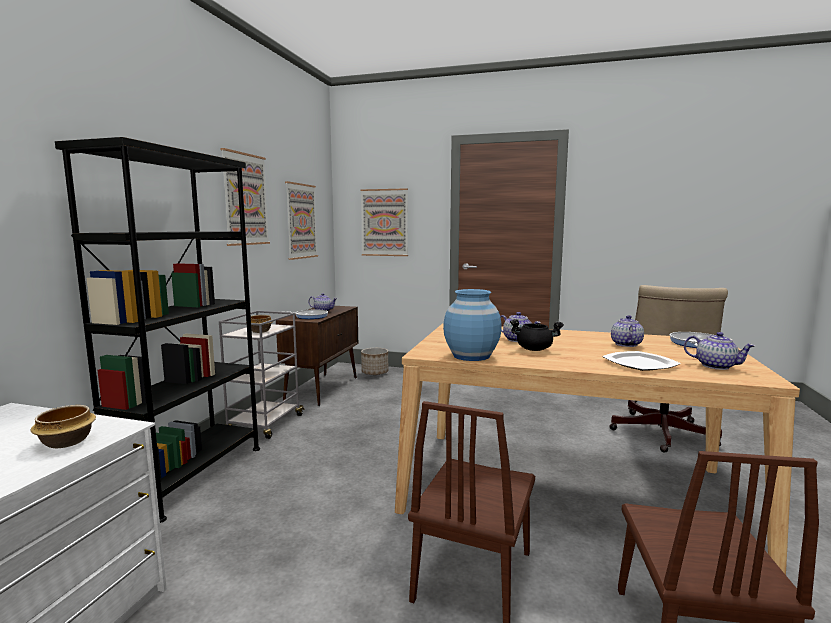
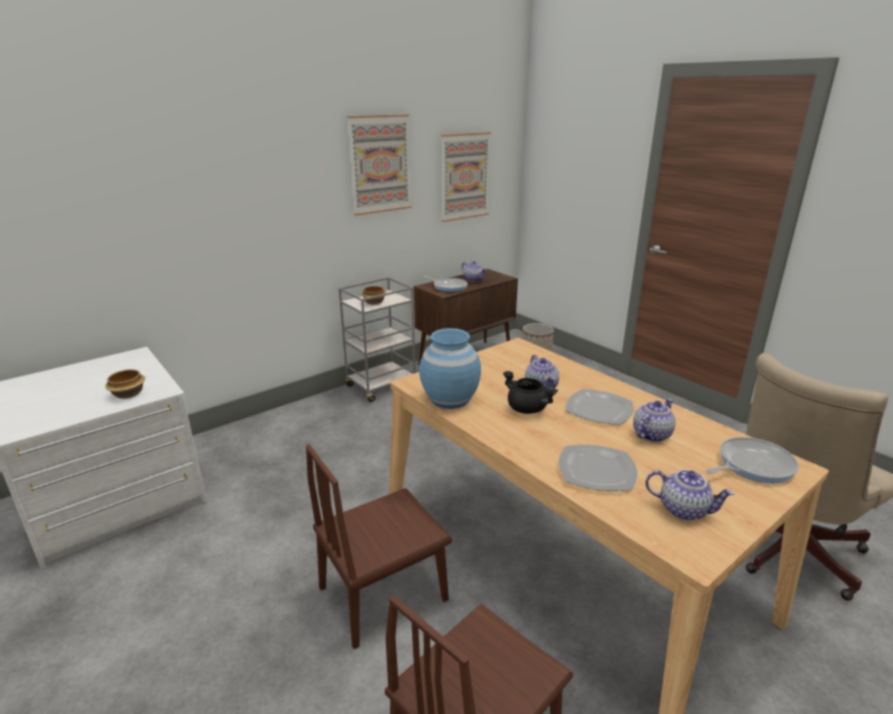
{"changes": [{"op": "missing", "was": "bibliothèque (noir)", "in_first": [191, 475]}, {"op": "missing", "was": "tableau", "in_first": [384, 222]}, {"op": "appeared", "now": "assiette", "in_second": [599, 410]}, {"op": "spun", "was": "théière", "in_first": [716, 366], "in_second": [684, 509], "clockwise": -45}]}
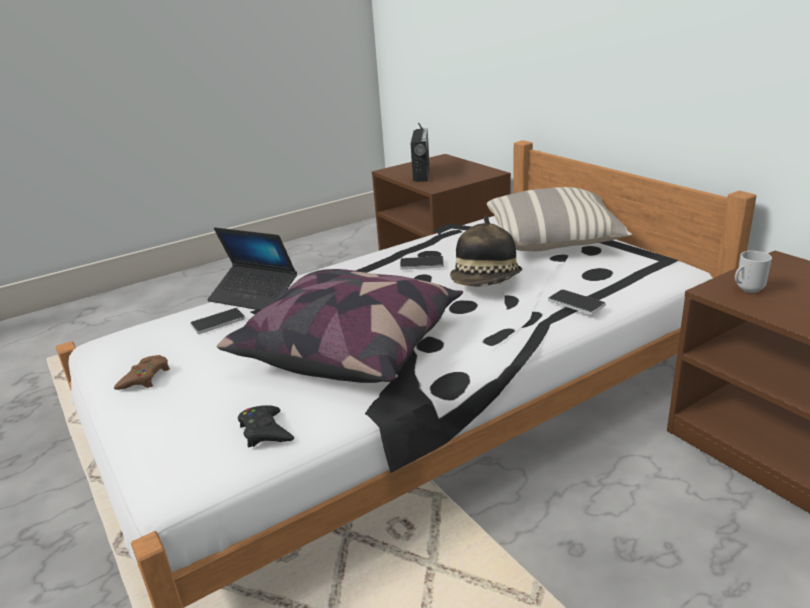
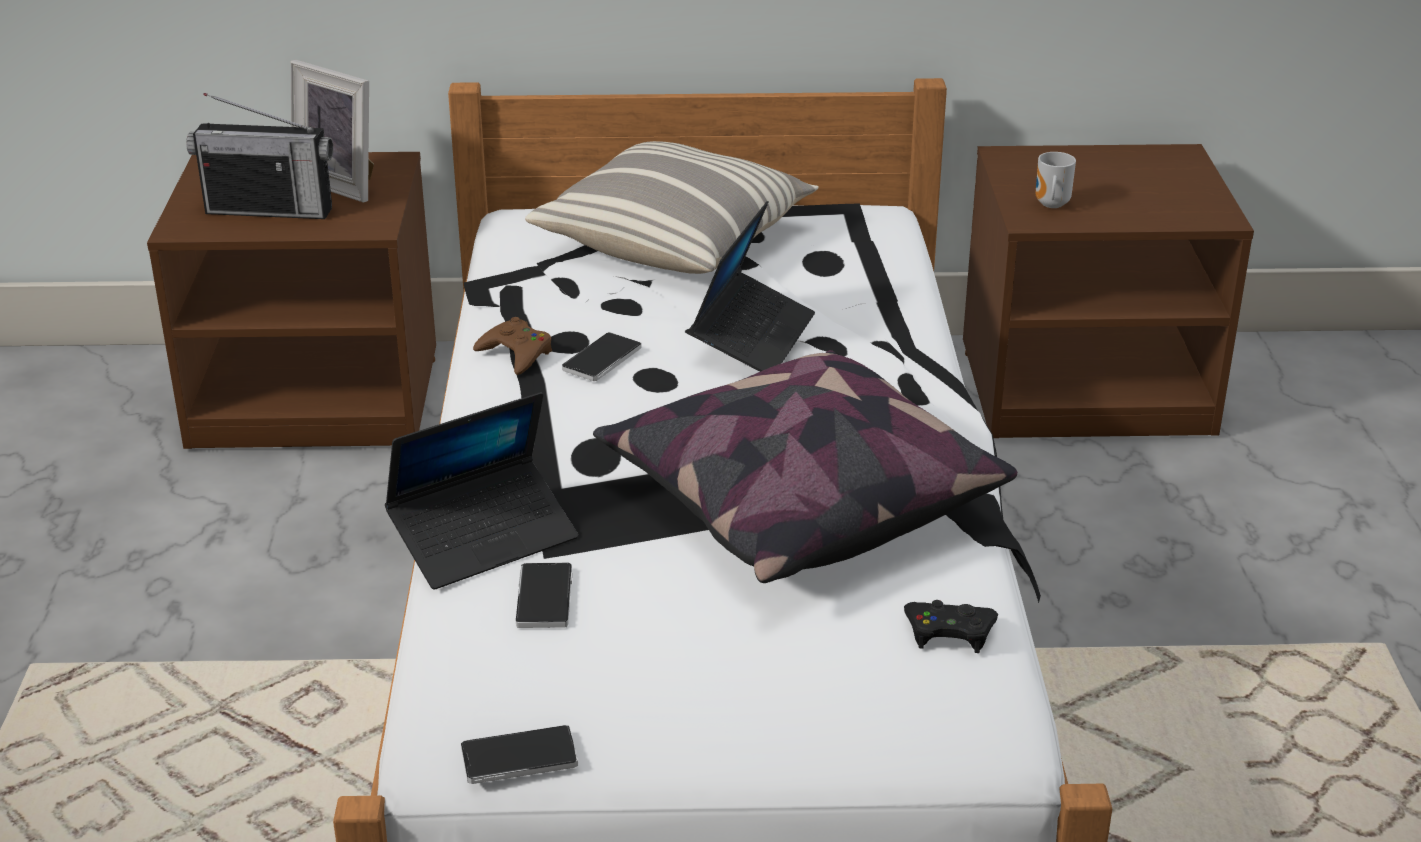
{"changes": [{"op": "appeared", "now": "cadre photo", "in_second": [342, 184]}, {"op": "relocated", "was": "manette (marron)", "in_first": [145, 378], "in_second": [516, 354]}, {"op": "relocated", "was": "téléphone", "in_first": [576, 303], "in_second": [519, 757]}, {"op": "exchanged", "was": "chapeau", "now": "ordinateur portable", "in_first": [486, 282], "in_second": [753, 337]}, {"op": "spun", "was": "radio", "in_first": [421, 174], "in_second": [269, 210], "clockwise": 150}]}
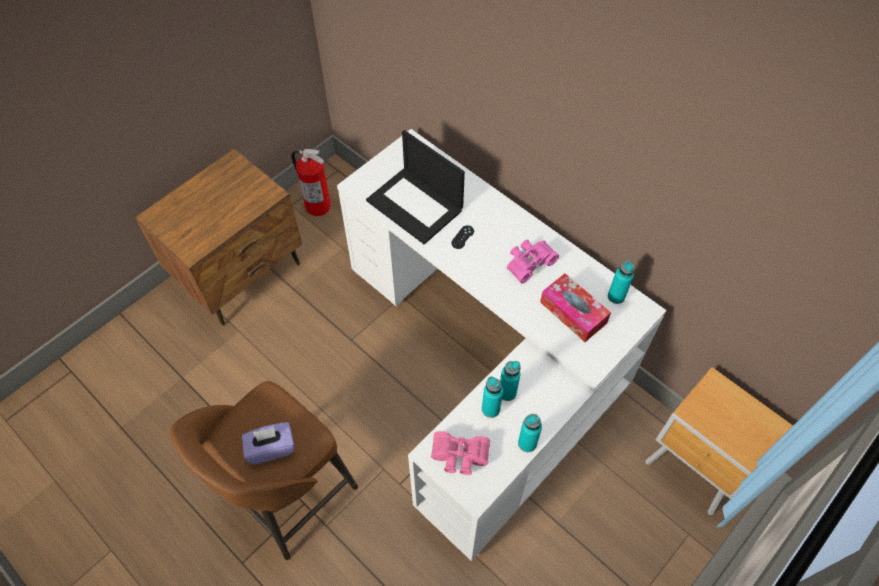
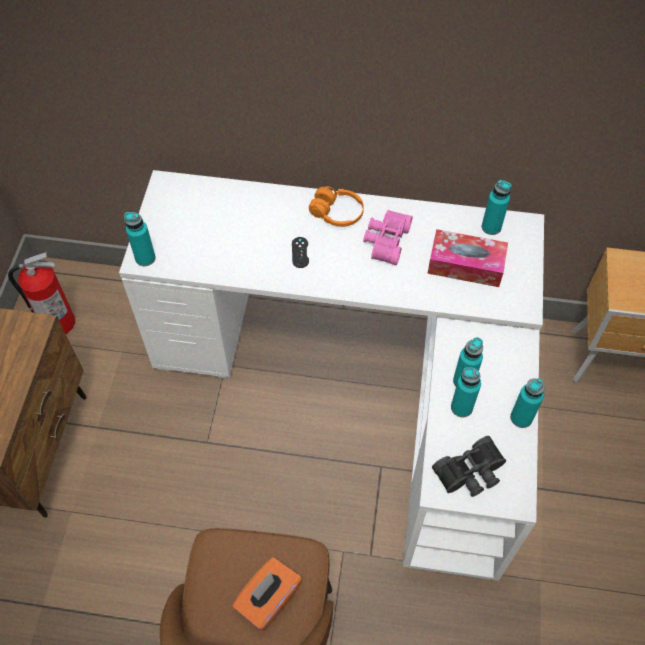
{"changes": [{"op": "missing", "was": "ordinateur portable", "in_first": [416, 205]}, {"op": "appeared", "now": "bouteille (turquoise)", "in_second": [145, 258]}, {"op": "appeared", "now": "casque audio (orange)", "in_second": [337, 213]}, {"op": "colour", "was": "boîte à mouchoirs (violet)", "now": "boîte à mouchoirs (orange)", "in_first": [271, 448], "in_second": [268, 599]}, {"op": "colour", "was": "jumelles (rose)", "now": "jumelles (noir)", "in_first": [459, 457], "in_second": [471, 474]}]}
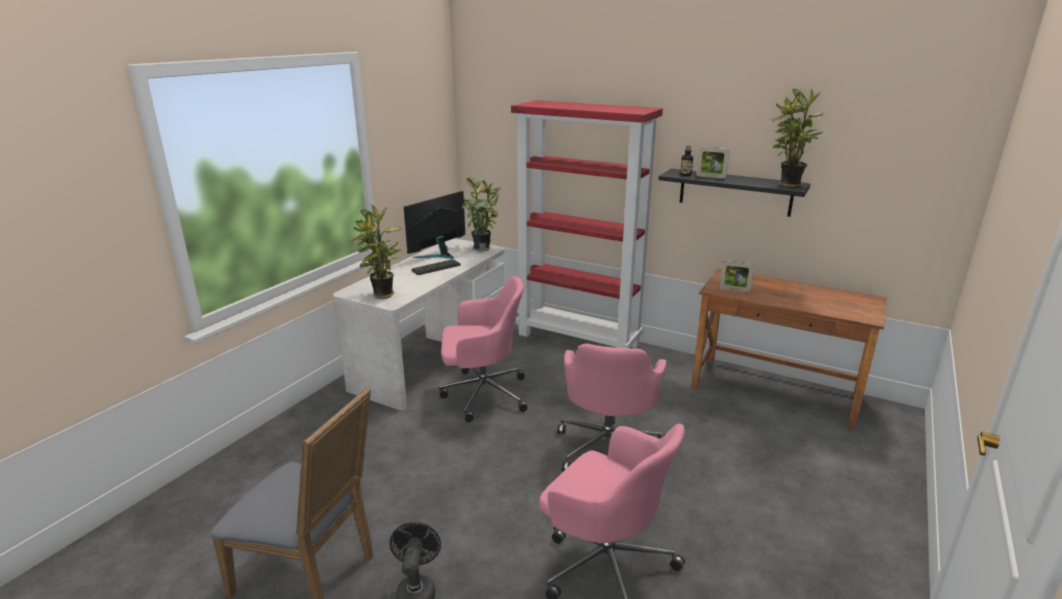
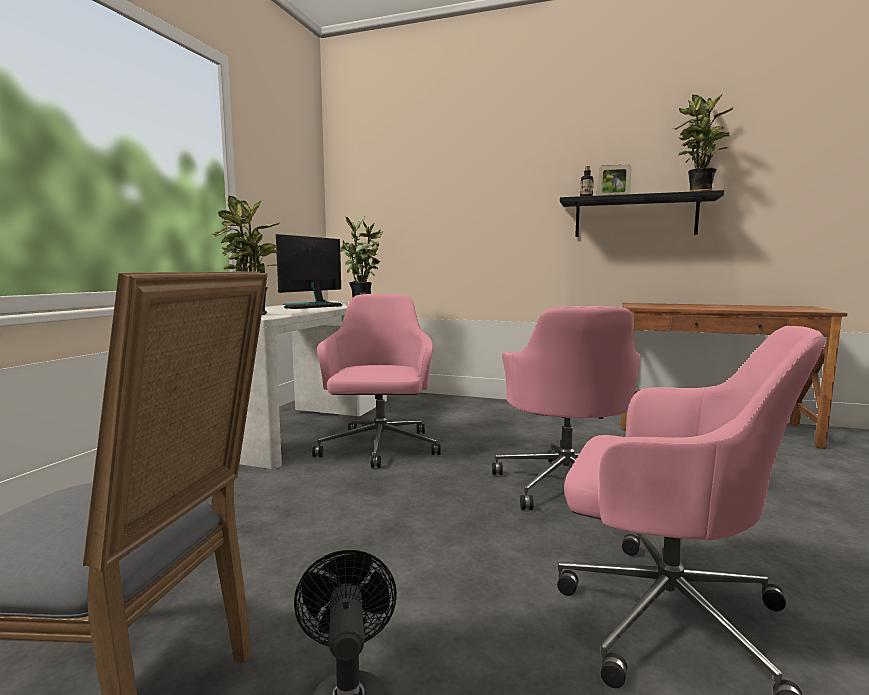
{"changes": [{"op": "missing", "was": "bibliothèque (rouge)", "in_first": [579, 339]}, {"op": "missing", "was": "cadre photo", "in_first": [734, 290]}, {"op": "spun", "was": "chaise de bureau (rose)", "in_first": [482, 394], "in_second": [379, 448], "clockwise": -75}]}
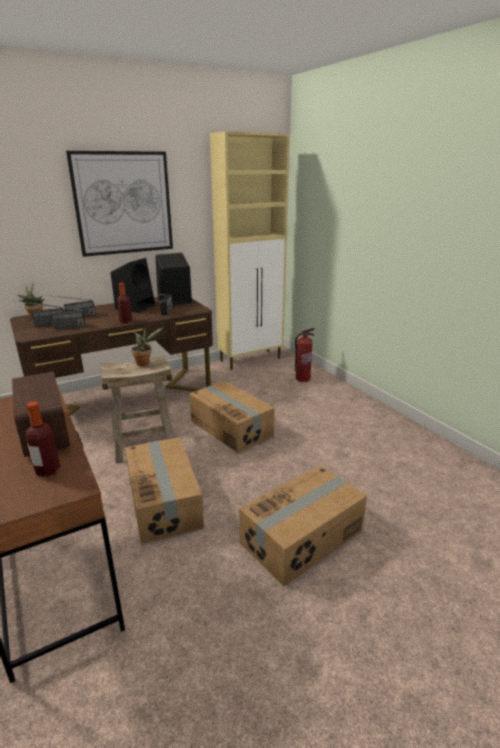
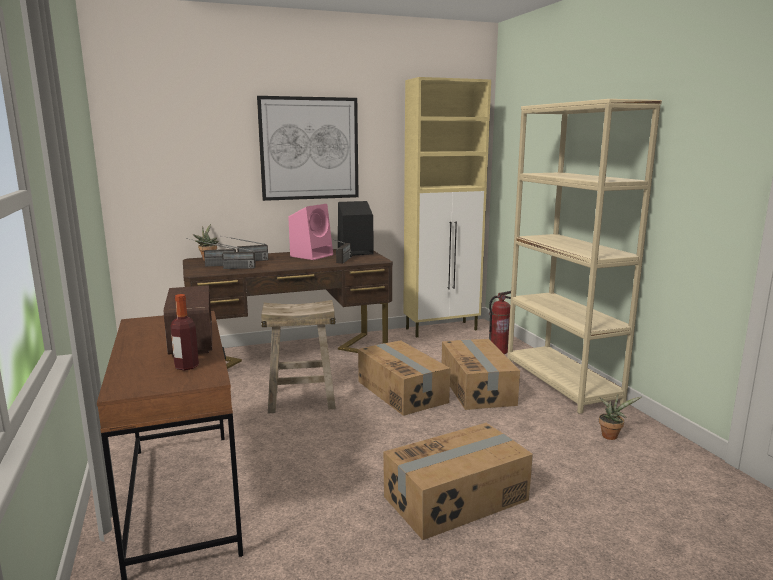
{"changes": [{"op": "missing", "was": "bouteille", "in_first": [126, 321]}, {"op": "appeared", "now": "bibliothèque (beige)", "in_second": [561, 383]}, {"op": "relocated", "was": "carton", "in_first": [164, 501], "in_second": [477, 388]}, {"op": "relocated", "was": "plante en pot", "in_first": [144, 363], "in_second": [611, 435]}, {"op": "colour", "was": "enceinte (noir)", "now": "enceinte (rose)", "in_first": [136, 307], "in_second": [312, 255]}]}
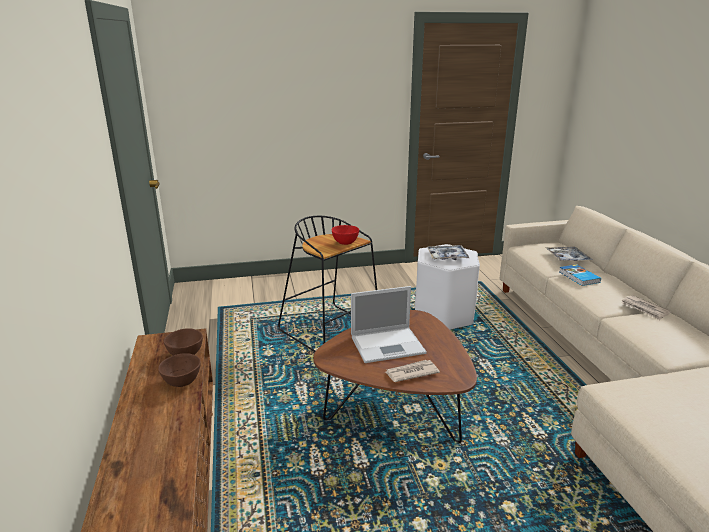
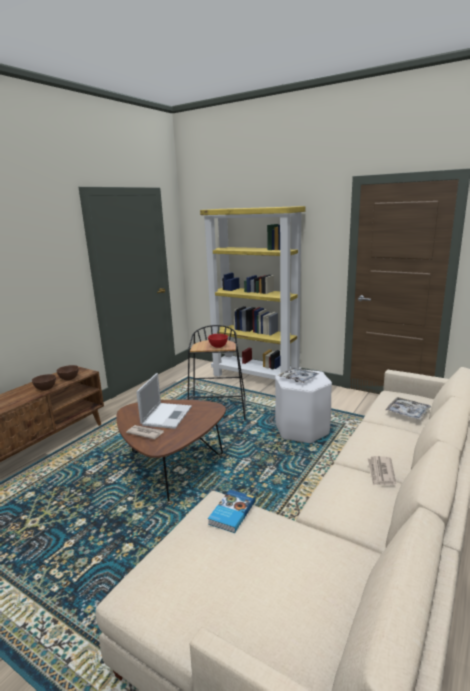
{"changes": [{"op": "appeared", "now": "bibliothèque (jaune)", "in_second": [256, 377]}, {"op": "relocated", "was": "livre", "in_first": [578, 277], "in_second": [231, 513]}, {"op": "spun", "was": "ordinateur portable", "in_first": [389, 344], "in_second": [167, 415], "clockwise": -105}]}
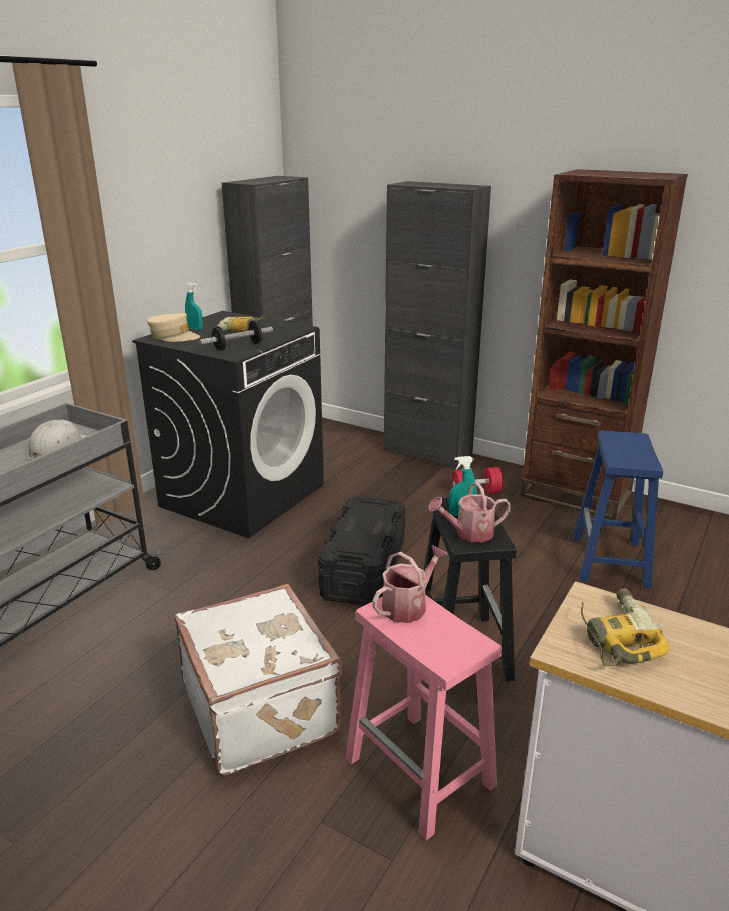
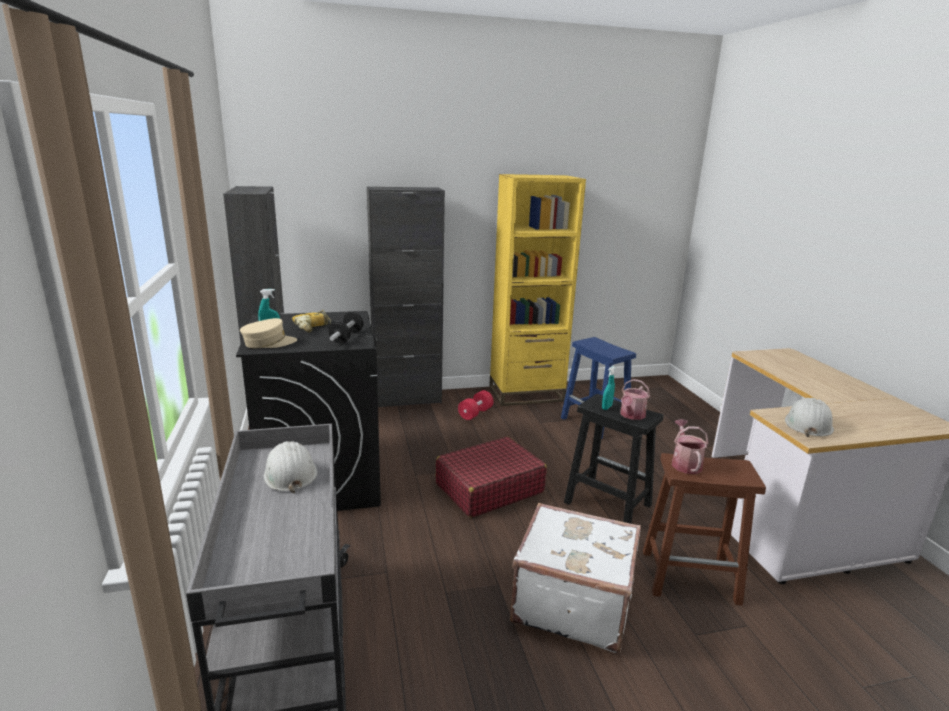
{"changes": [{"op": "exchanged", "was": "boîte de rangement (noir)", "now": "valise (rouge)", "in_first": [363, 570], "in_second": [489, 488]}, {"op": "exchanged", "was": "perceuse", "now": "casque de chantier (blanc)", "in_first": [615, 635], "in_second": [808, 424]}, {"op": "colour", "was": "tabouret (rose)", "now": "tabouret (marron)", "in_first": [421, 773], "in_second": [691, 576]}, {"op": "colour", "was": "bibliothèque (marron)", "now": "bibliothèque (jaune)", "in_first": [576, 494], "in_second": [526, 394]}]}
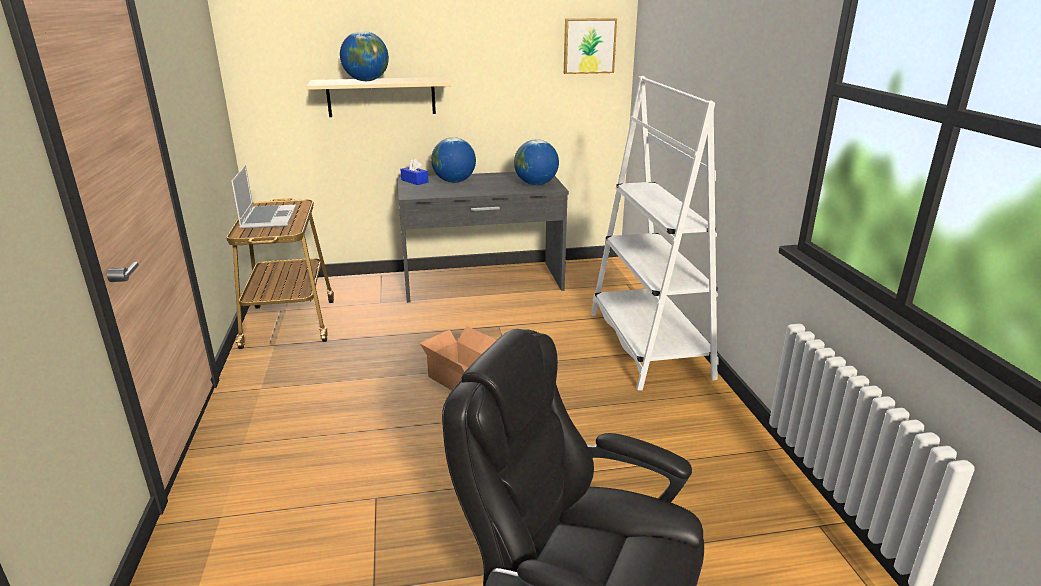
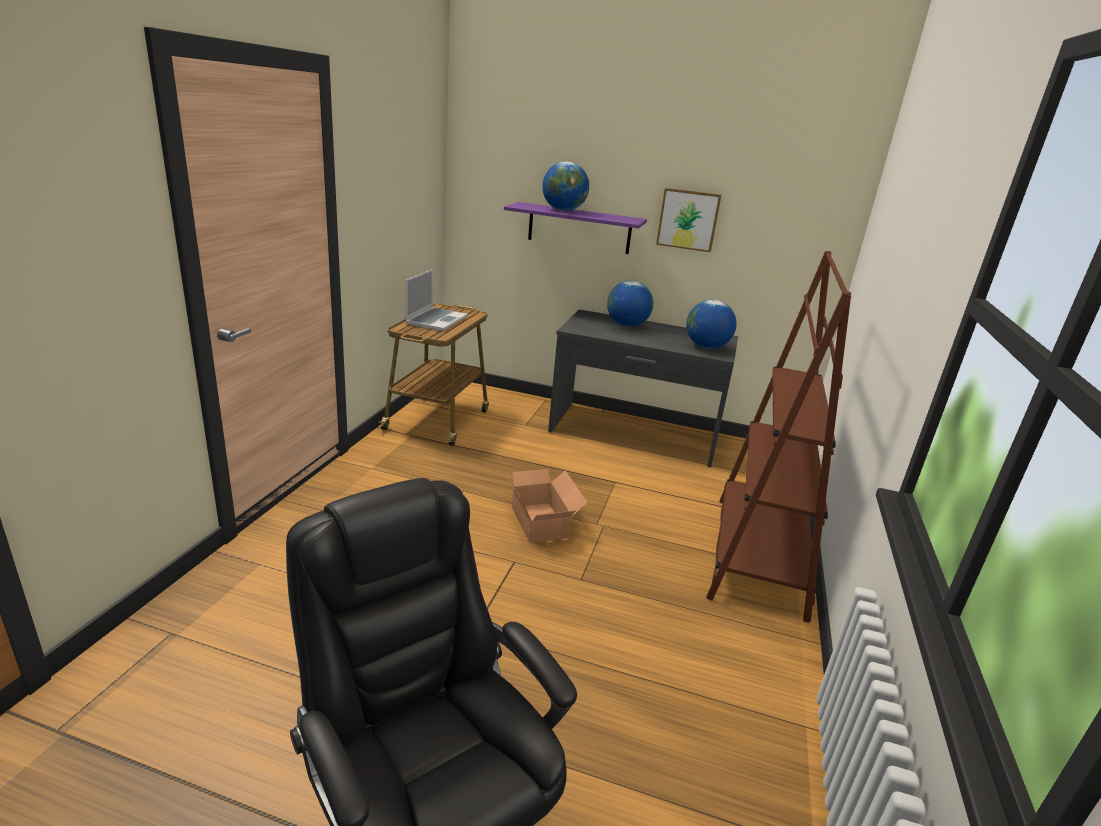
{"changes": [{"op": "missing", "was": "boîte à mouchoirs (bleu)", "in_first": [414, 181]}, {"op": "relocated", "was": "tableau", "in_first": [589, 46], "in_second": [688, 219]}, {"op": "colour", "was": "étagère (beige)", "now": "étagère (violet)", "in_first": [381, 97], "in_second": [579, 228]}, {"op": "colour", "was": "bibliothèque (blanc)", "now": "bibliothèque (marron)", "in_first": [648, 344], "in_second": [758, 554]}]}
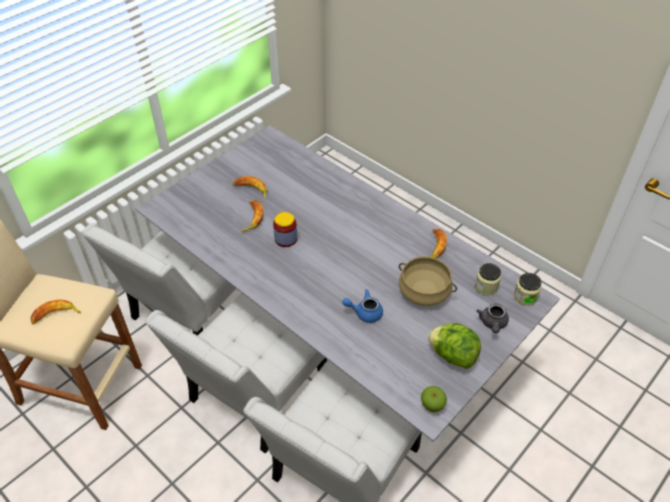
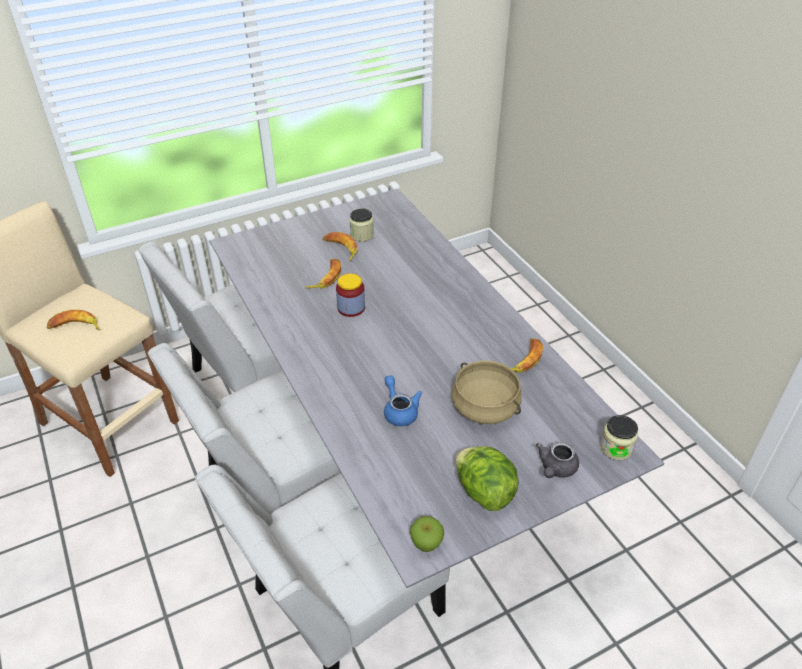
{"changes": [{"op": "relocated", "was": "bocal", "in_first": [486, 287], "in_second": [362, 235]}, {"op": "spun", "was": "théière (bleu)", "in_first": [364, 312], "in_second": [399, 411], "clockwise": 45}]}
